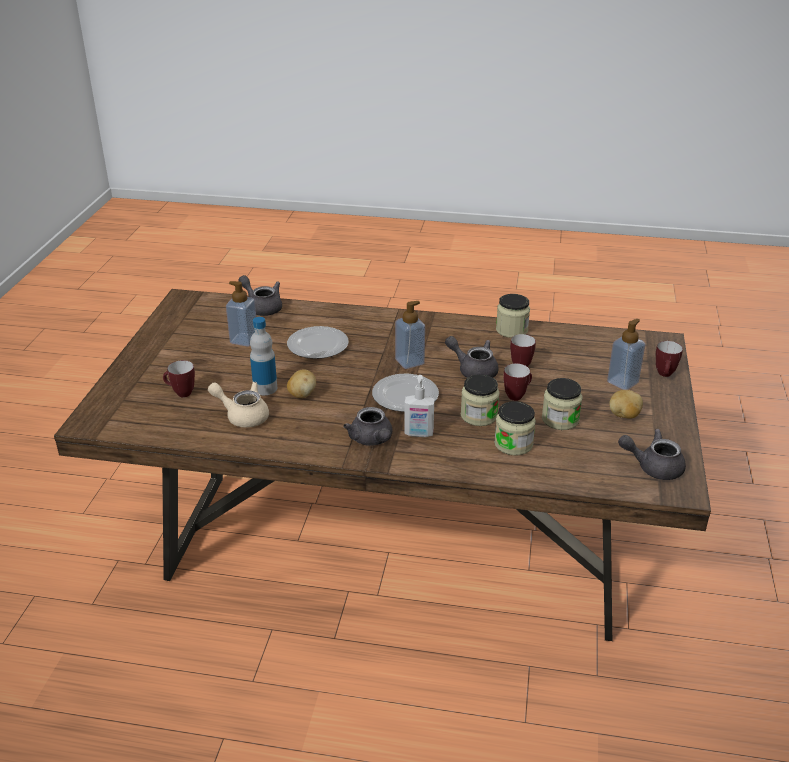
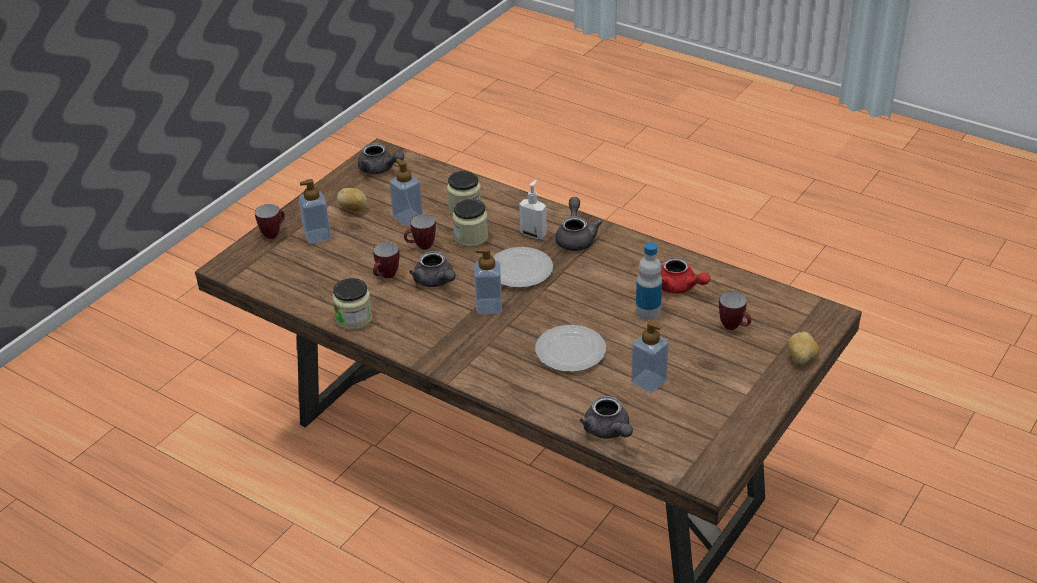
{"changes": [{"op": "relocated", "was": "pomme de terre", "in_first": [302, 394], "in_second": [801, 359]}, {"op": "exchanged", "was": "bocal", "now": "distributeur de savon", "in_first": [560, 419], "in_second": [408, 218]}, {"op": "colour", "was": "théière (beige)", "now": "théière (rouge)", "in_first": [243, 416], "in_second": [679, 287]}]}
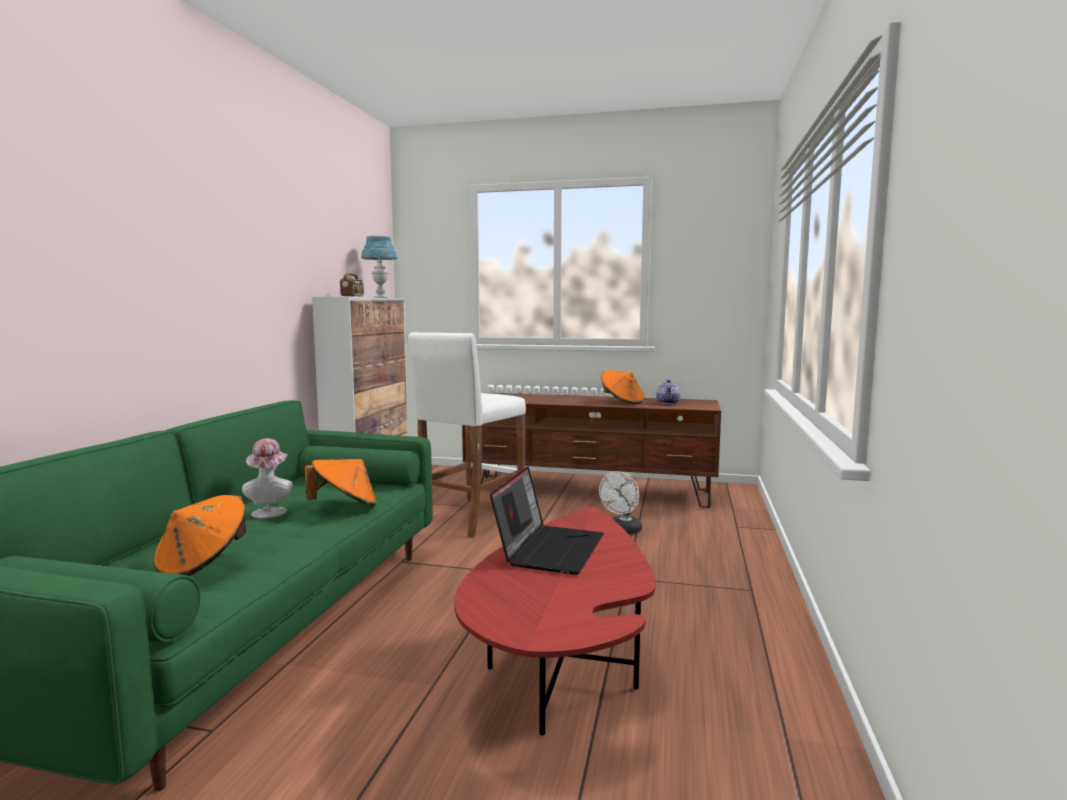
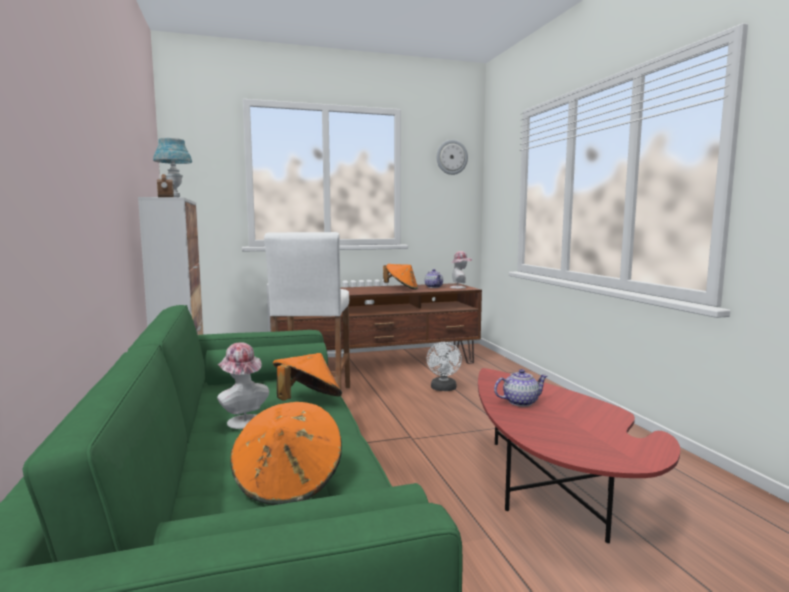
{"changes": [{"op": "appeared", "now": "horloge murale", "in_second": [451, 157]}, {"op": "appeared", "now": "chapeau", "in_second": [460, 287]}, {"op": "exchanged", "was": "ordinateur portable", "now": "théière", "in_first": [549, 549], "in_second": [520, 402]}]}
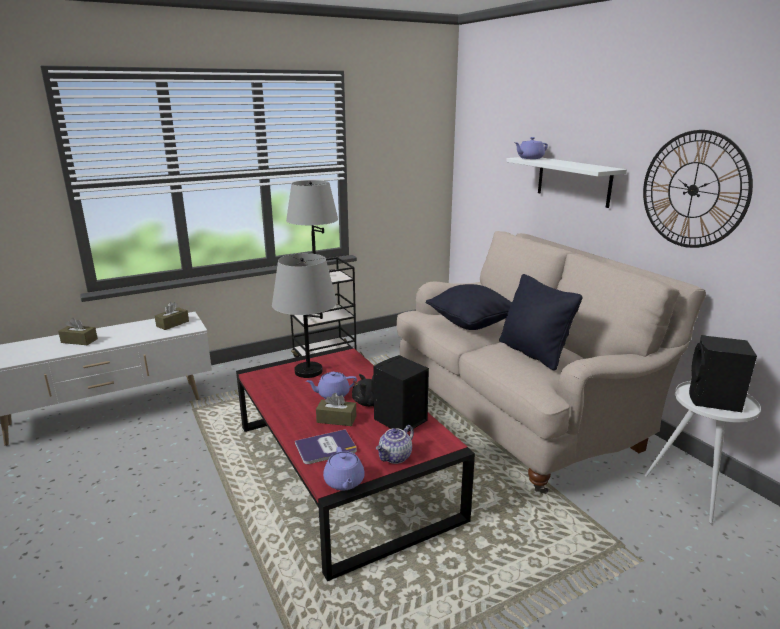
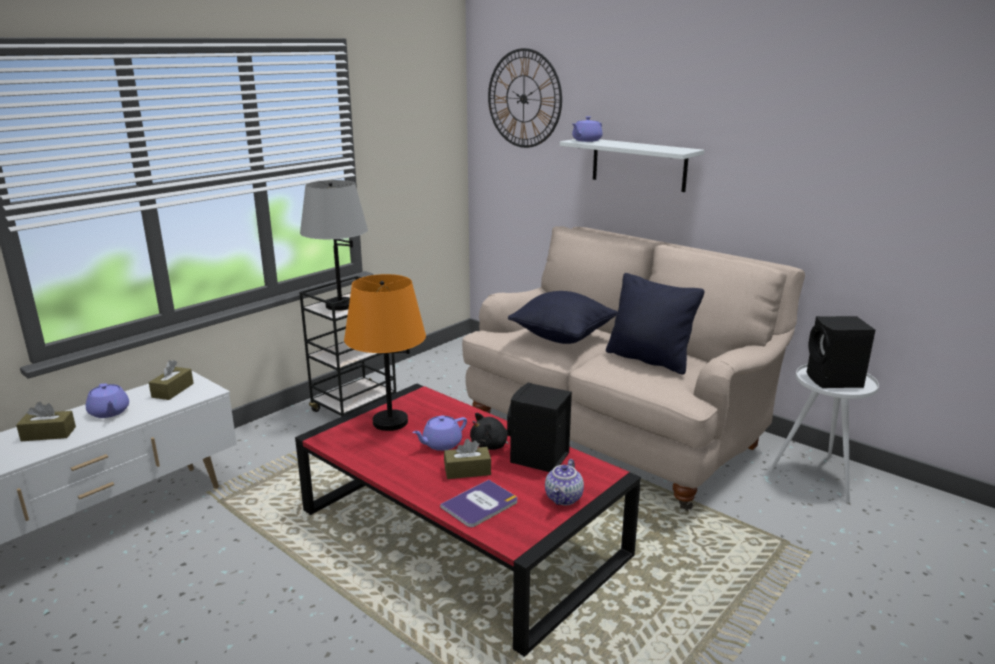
{"changes": [{"op": "relocated", "was": "théière (violet)", "in_first": [344, 482], "in_second": [109, 412]}, {"op": "relocated", "was": "horloge murale", "in_first": [693, 190], "in_second": [524, 99]}, {"op": "colour", "was": "lampe de table (gris)", "now": "lampe de table (orange)", "in_first": [308, 371], "in_second": [390, 422]}]}
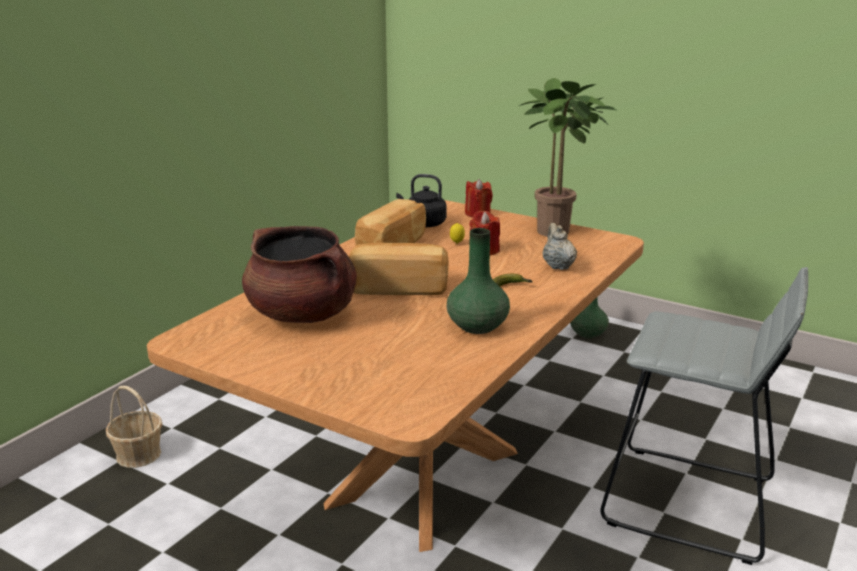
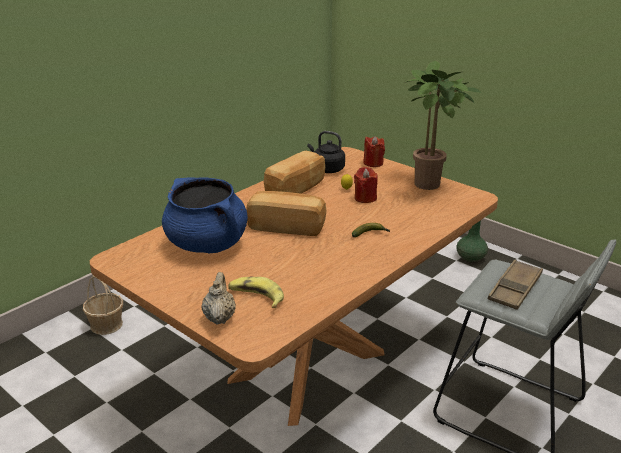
{"changes": [{"op": "missing", "was": "vase (vert)", "in_first": [476, 326]}, {"op": "appeared", "now": "banane", "in_second": [256, 297]}, {"op": "appeared", "now": "plateau (marron)", "in_second": [515, 289]}, {"op": "relocated", "was": "théière (beige)", "in_first": [557, 266], "in_second": [219, 317]}, {"op": "colour", "was": "marmite (marron)", "now": "marmite (bleu)", "in_first": [303, 314], "in_second": [207, 244]}]}
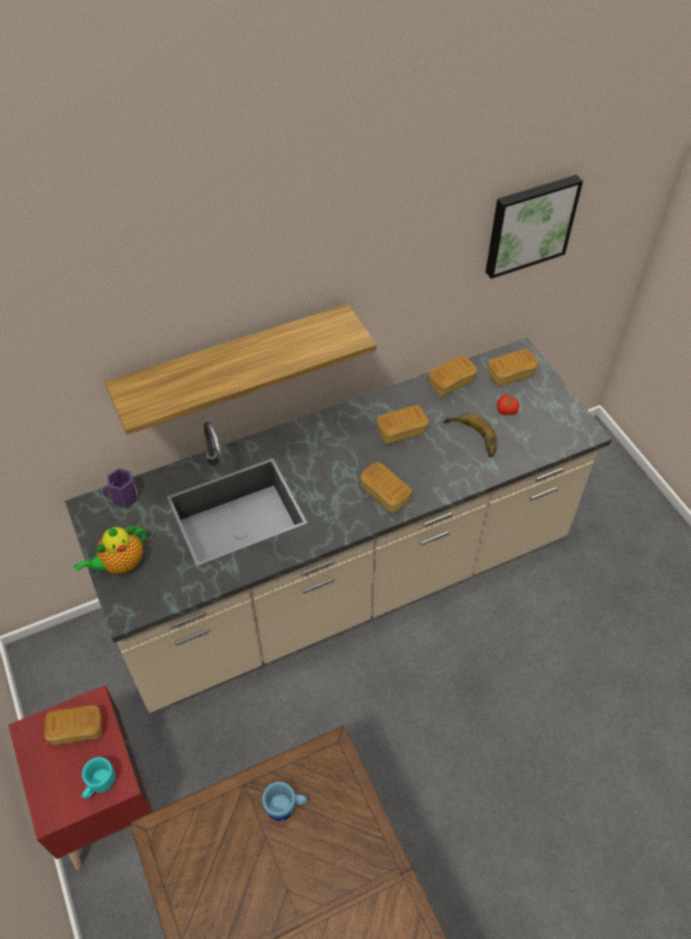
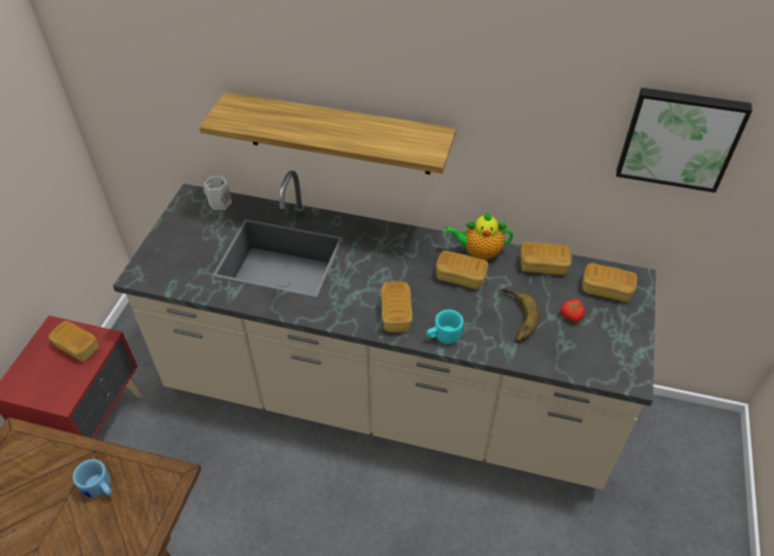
{"changes": [{"op": "relocated", "was": "théière", "in_first": [120, 564], "in_second": [479, 252]}, {"op": "relocated", "was": "mug (turquoise)", "in_first": [99, 784], "in_second": [443, 337]}, {"op": "colour", "was": "mug (violet)", "now": "mug (blanc)", "in_first": [124, 497], "in_second": [219, 203]}]}
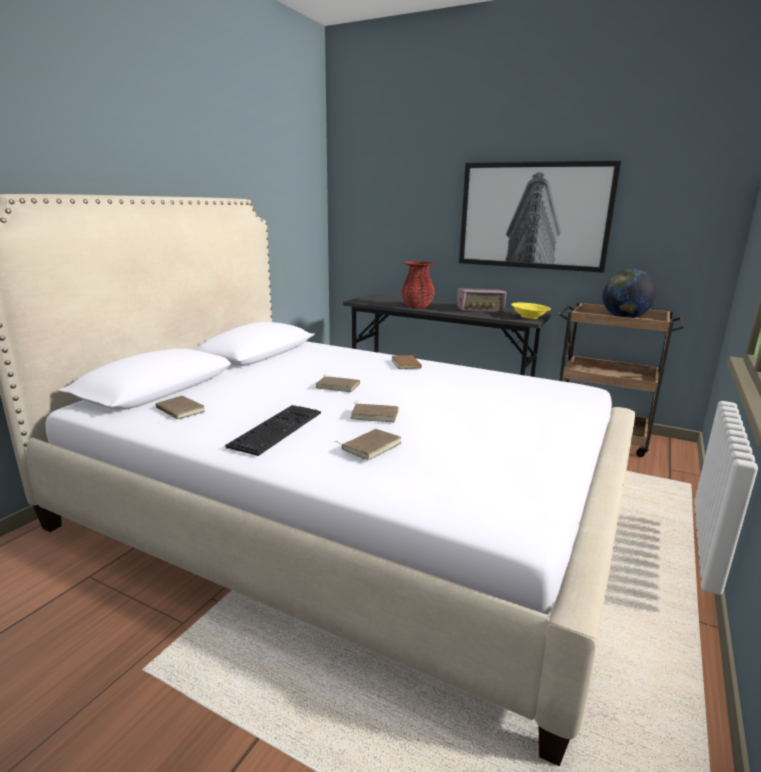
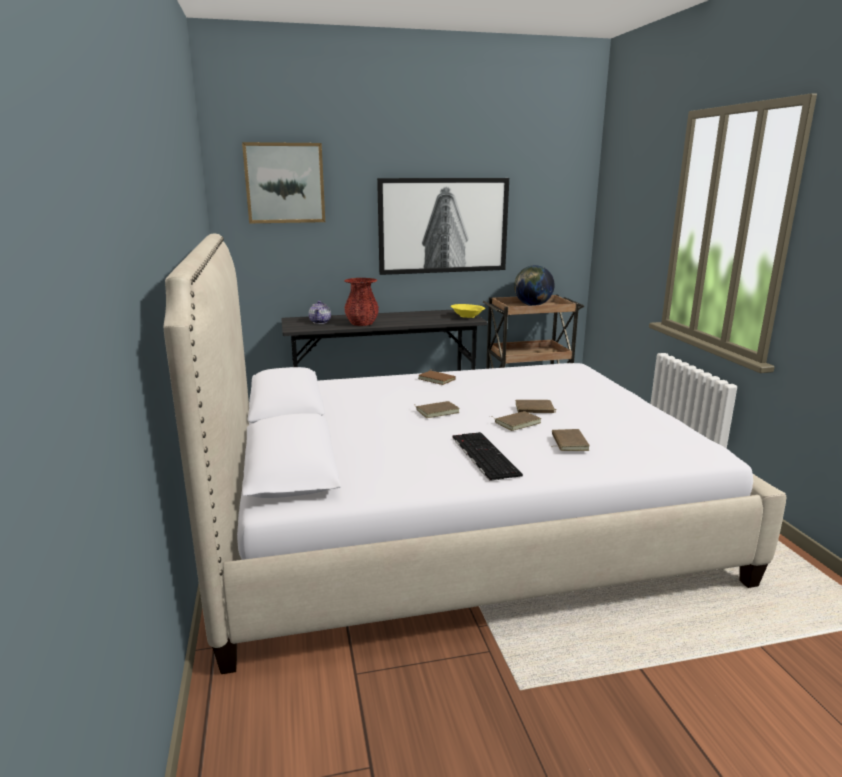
{"changes": [{"op": "missing", "was": "radio", "in_first": [480, 310]}, {"op": "appeared", "now": "tableau", "in_second": [285, 183]}, {"op": "appeared", "now": "théière", "in_second": [320, 322]}, {"op": "relocated", "was": "livre (marron)", "in_first": [178, 410], "in_second": [534, 409]}]}
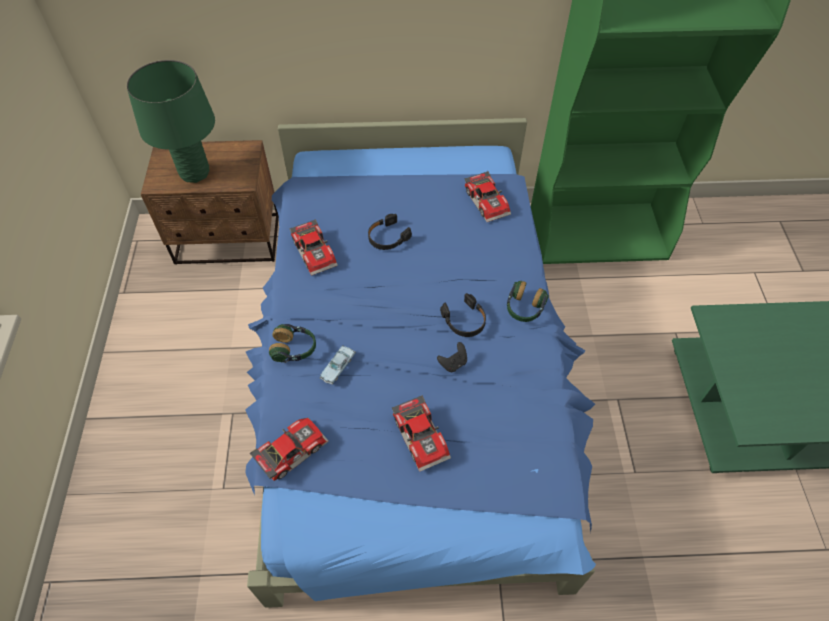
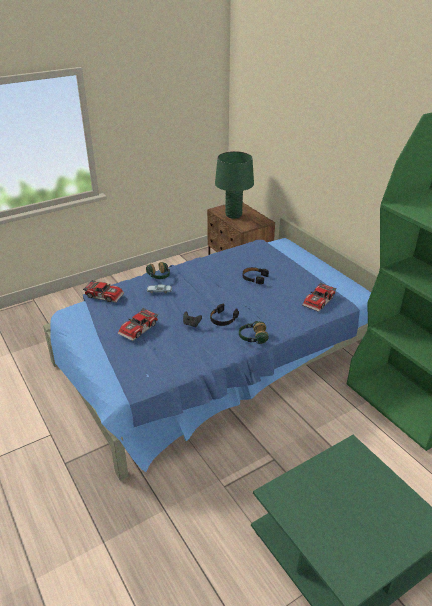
{"changes": [{"op": "missing", "was": "petite voiture", "in_first": [316, 251]}]}
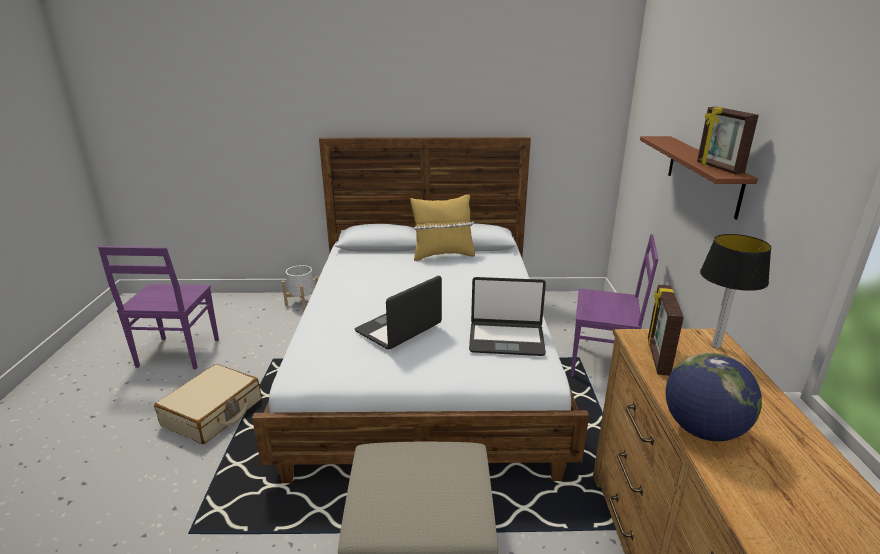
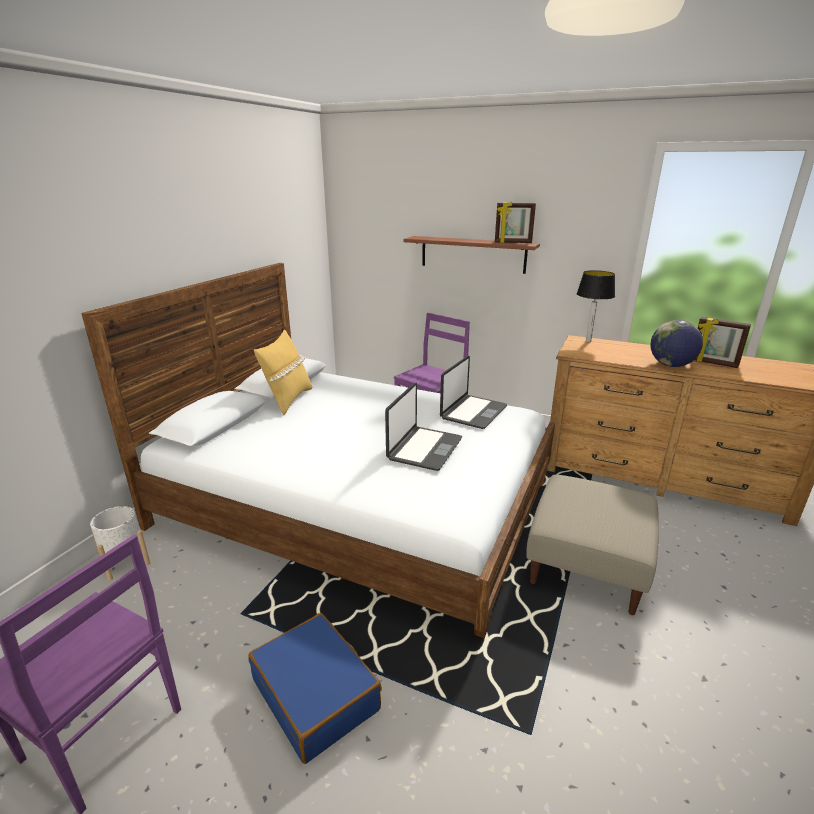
{"changes": [{"op": "relocated", "was": "cadre photo", "in_first": [657, 357], "in_second": [713, 363]}, {"op": "colour", "was": "valise (beige)", "now": "valise (bleu)", "in_first": [213, 413], "in_second": [316, 694]}, {"op": "spun", "was": "ordinateur portable", "in_first": [399, 328], "in_second": [424, 449], "clockwise": -135}]}
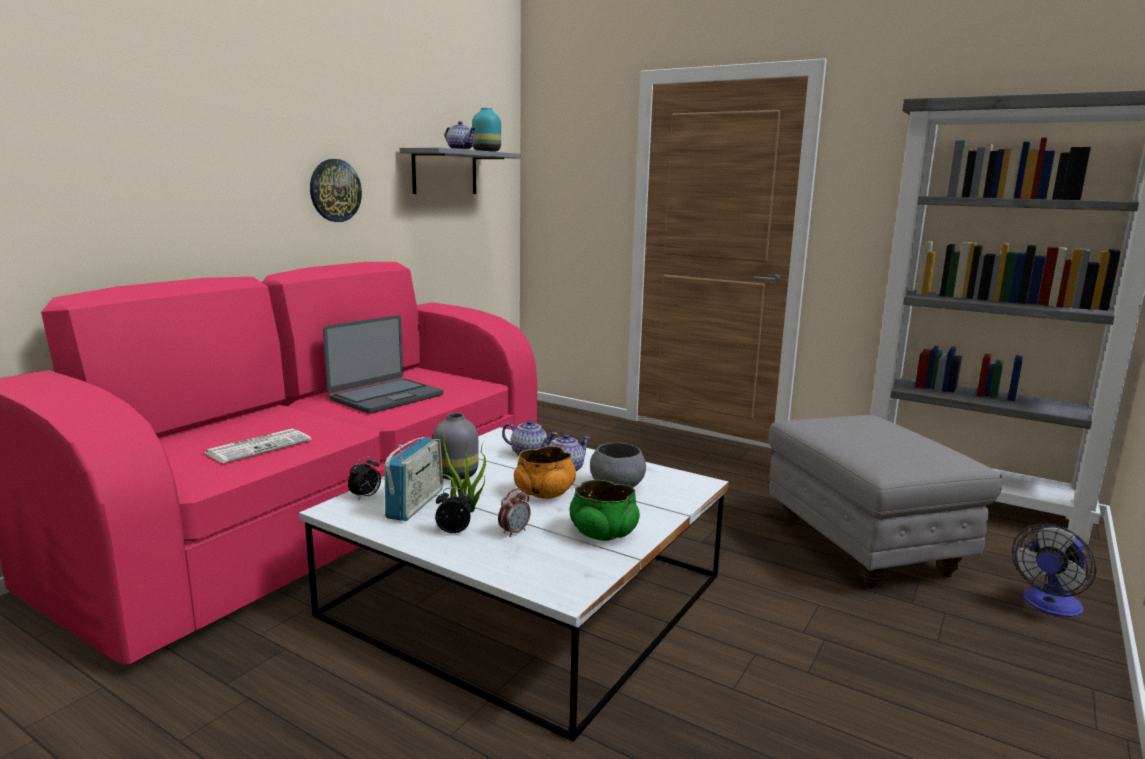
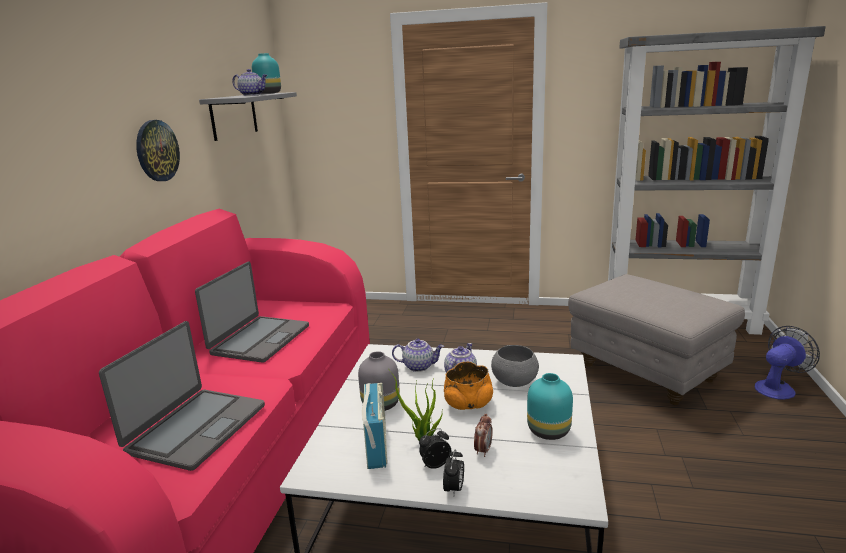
{"changes": [{"op": "relocated", "was": "réveil", "in_first": [366, 496], "in_second": [454, 489]}, {"op": "exchanged", "was": "journal", "now": "ordinateur portable", "in_first": [259, 446], "in_second": [196, 428]}, {"op": "exchanged", "was": "bol (vert)", "now": "vase (turquoise)", "in_first": [603, 533], "in_second": [547, 430]}, {"op": "spun", "was": "ventilateur", "in_first": [1049, 606], "in_second": [778, 387], "clockwise": -150}]}
